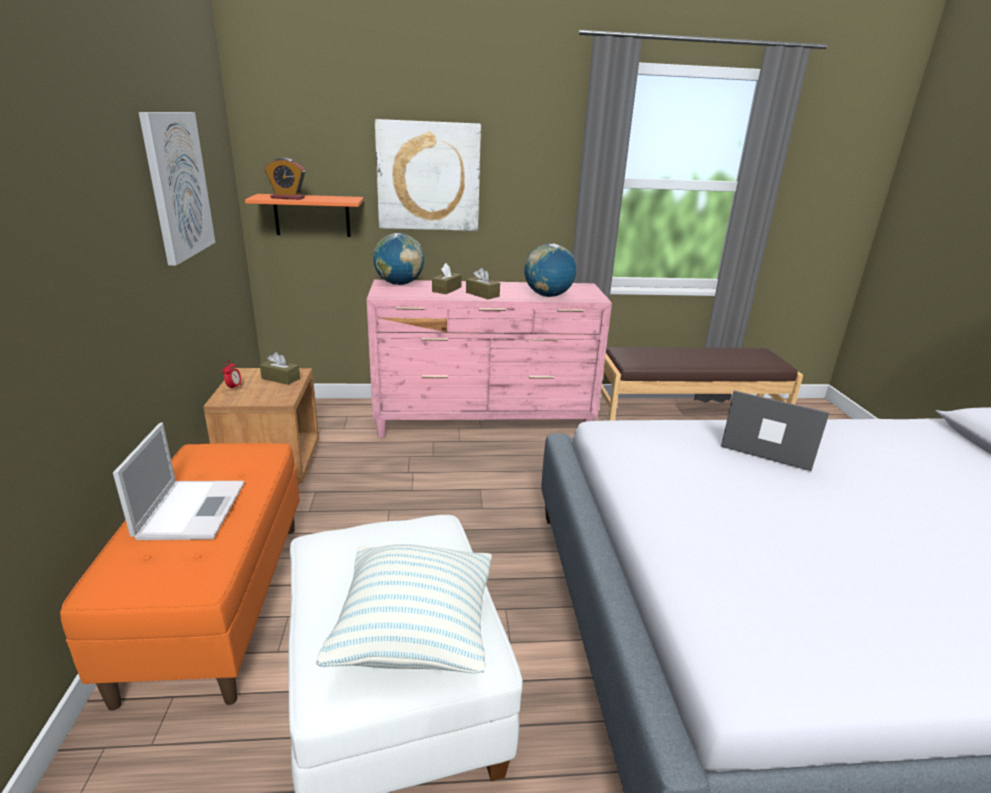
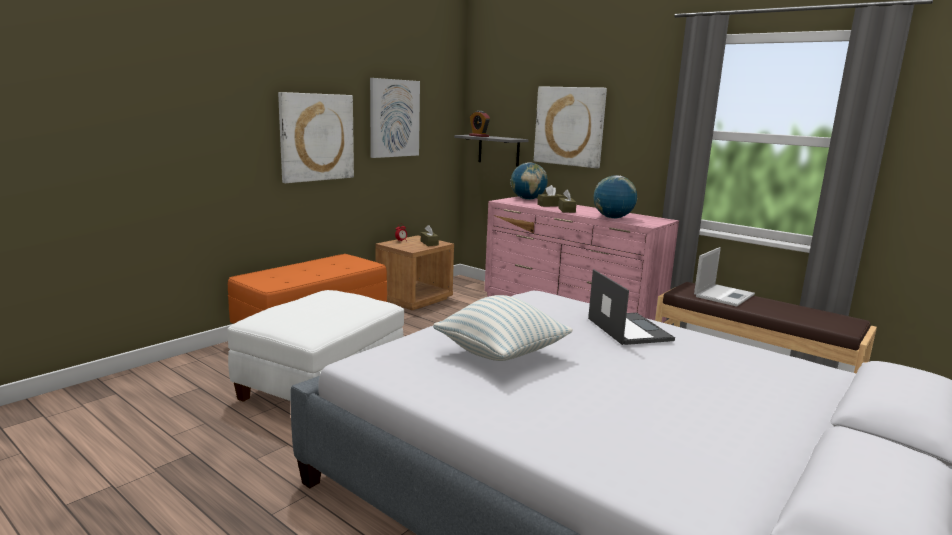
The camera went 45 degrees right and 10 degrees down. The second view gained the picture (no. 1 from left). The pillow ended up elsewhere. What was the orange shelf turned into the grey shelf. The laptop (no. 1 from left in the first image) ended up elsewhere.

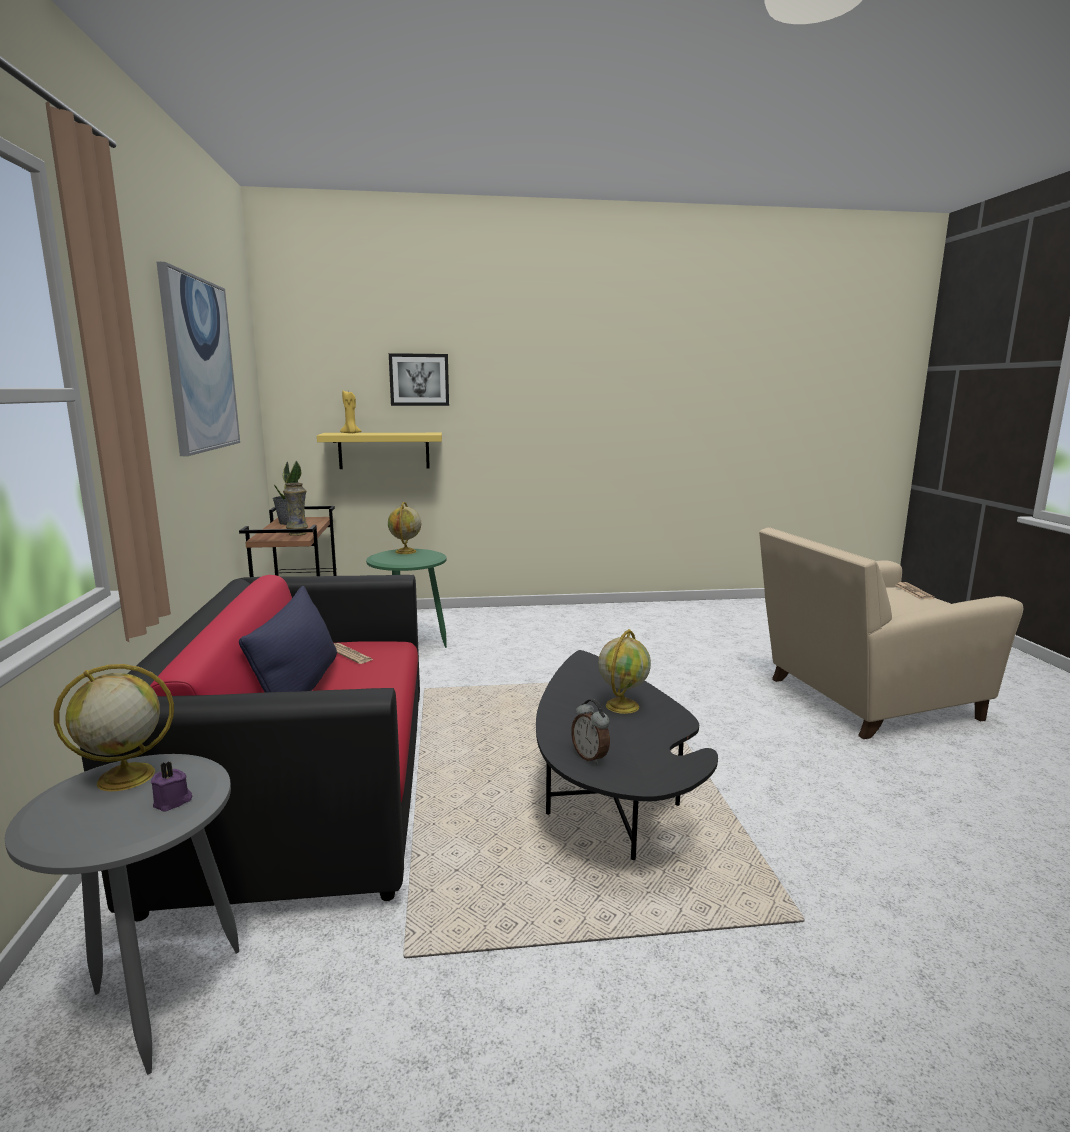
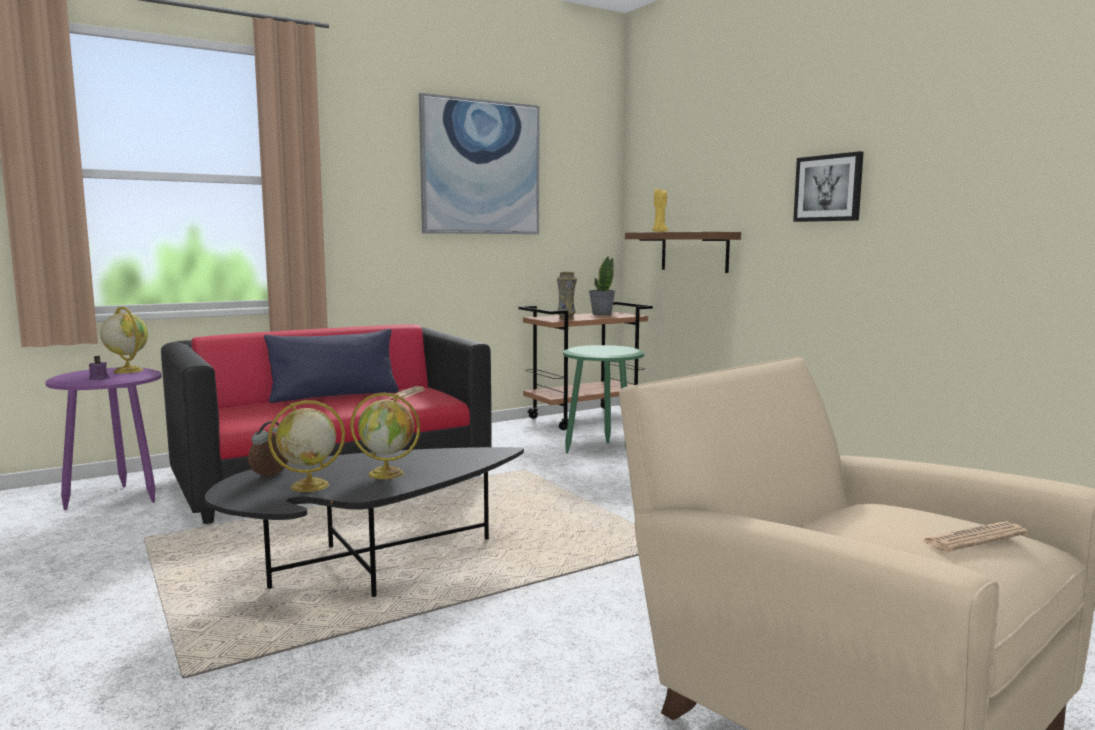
The camera went 65 degrees right and 5 degrees down. What was the grey side table turned into the purple side table. The globe (no. 2 from left) ended up elsewhere. What was the yellow shelf turned into the brown shelf. The picture (no. 2 from left) ended up elsewhere.

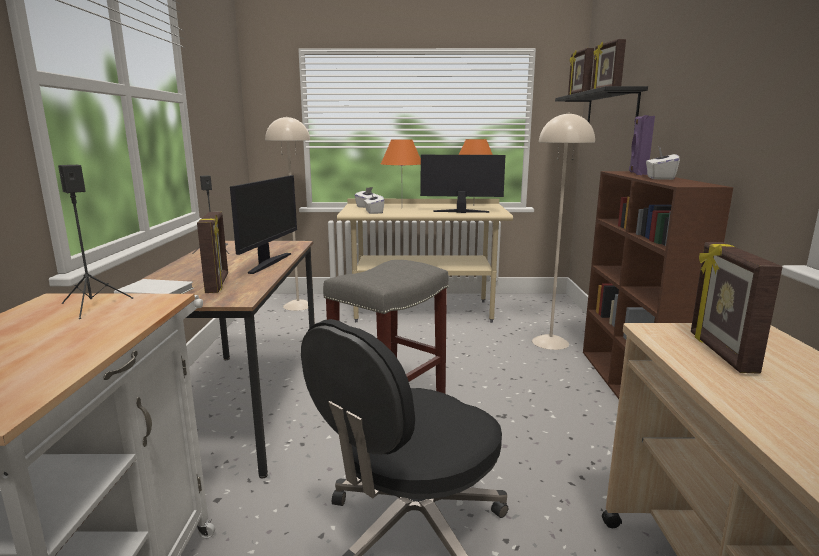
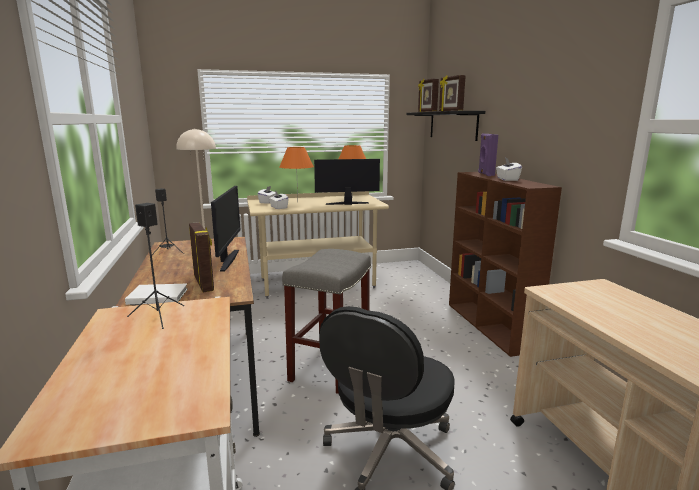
The camera went 15 degrees left and 0 degrees up. The second view lost the beige floor lamp (no. 2 from left). The second view lost the picture frame (no. 4 from left).

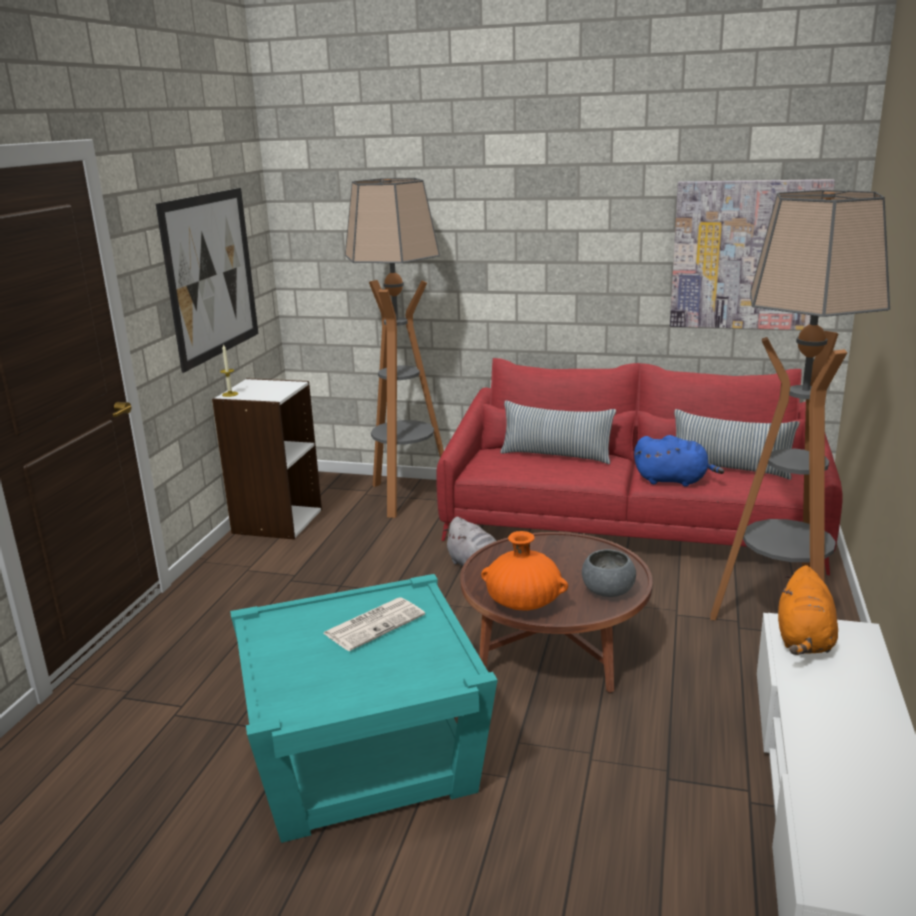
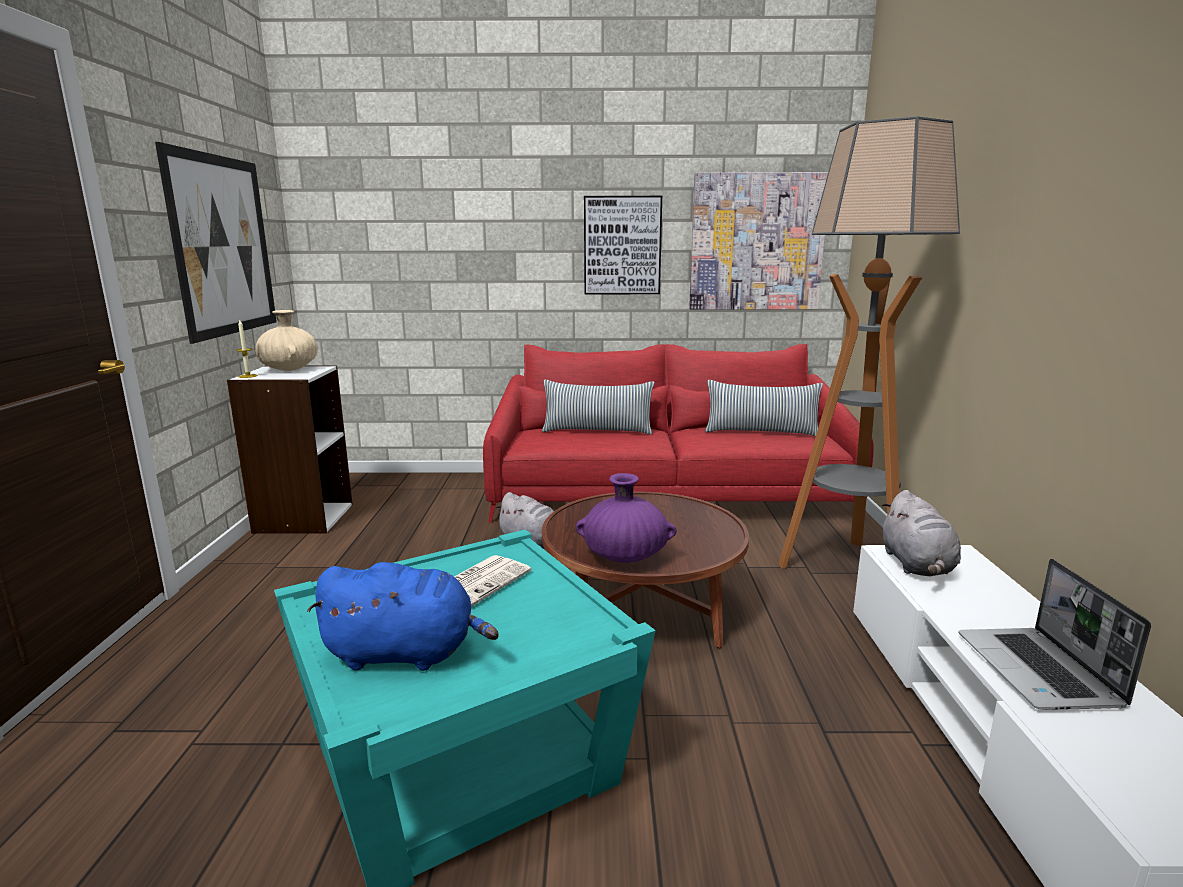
The camera went 15 degrees left and 5 degrees down. The second view gained the beige vase. The blue plush toy ended up elsewhere. What was the orange vase turned into the purple vase. The second view gained the picture (no. 2 from left). What was the orange plush toy turned into the grey plush toy (no. 2 from left). The second view gained the laptop. The second view lost the floor lamp (no. 1 from left). The second view lost the grey bowl.

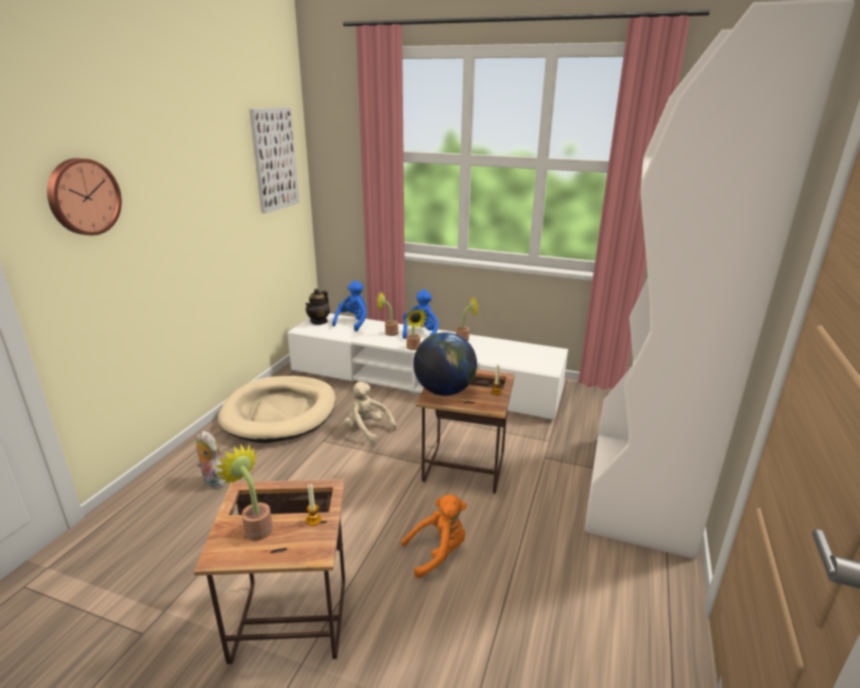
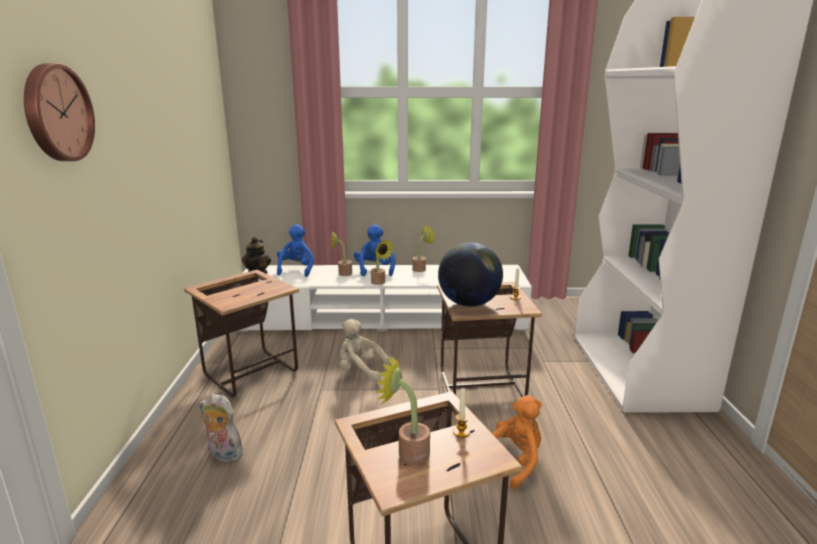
The camera went 20 degrees left and 5 degrees down. Where the beige dog bed stood, the side table (no. 1 from left) came to stand. The second view lost the picture.

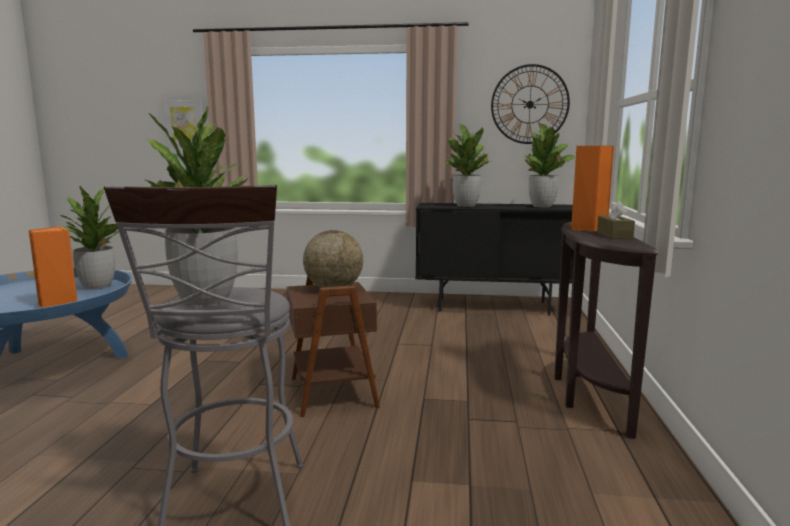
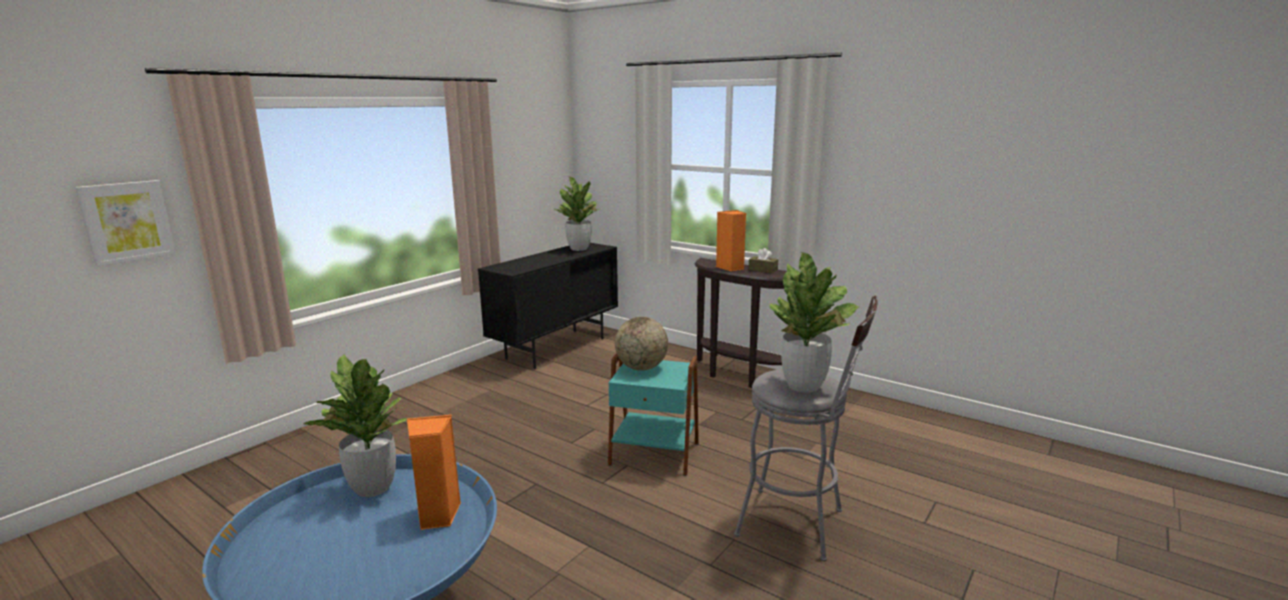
The camera went 60 degrees left and 5 degrees up. What was the brown side table turned into the turquoise side table. The second view lost the potted plant (no. 3 from left). The second view lost the wall clock.

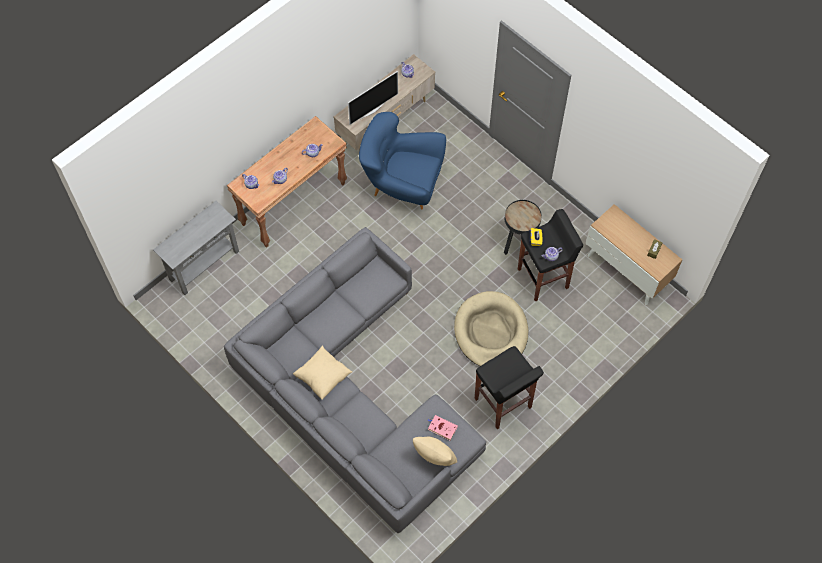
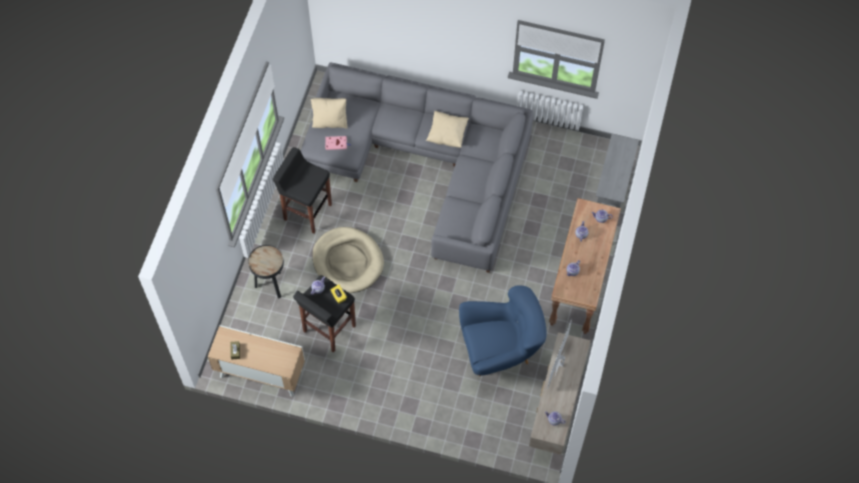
The camera went 150 degrees right and 0 degrees up. The black side table ended up elsewhere.

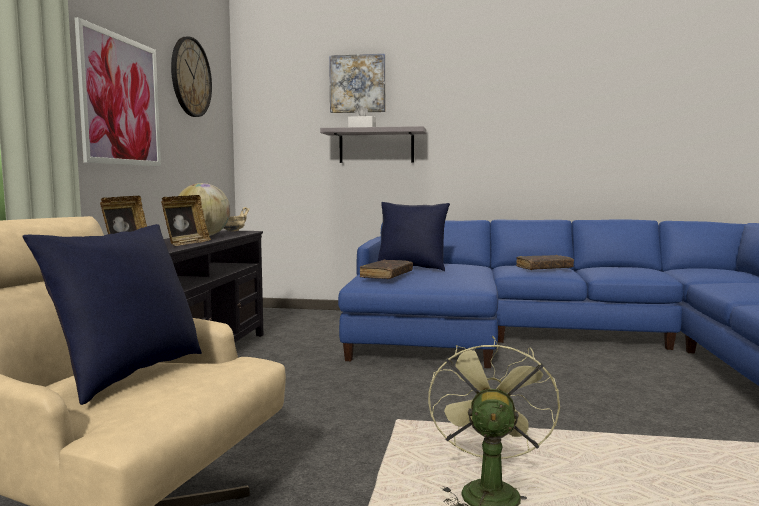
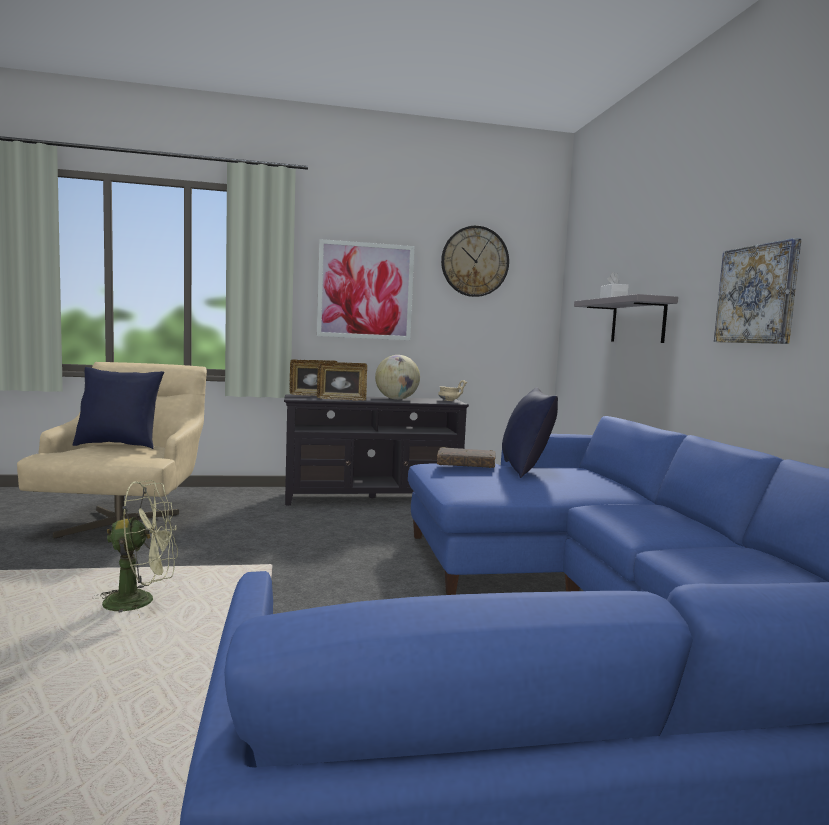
The camera went 70 degrees right and 0 degrees up. The picture (no. 2 from left) ended up elsewhere. The second view lost the brown book (no. 2 from left).

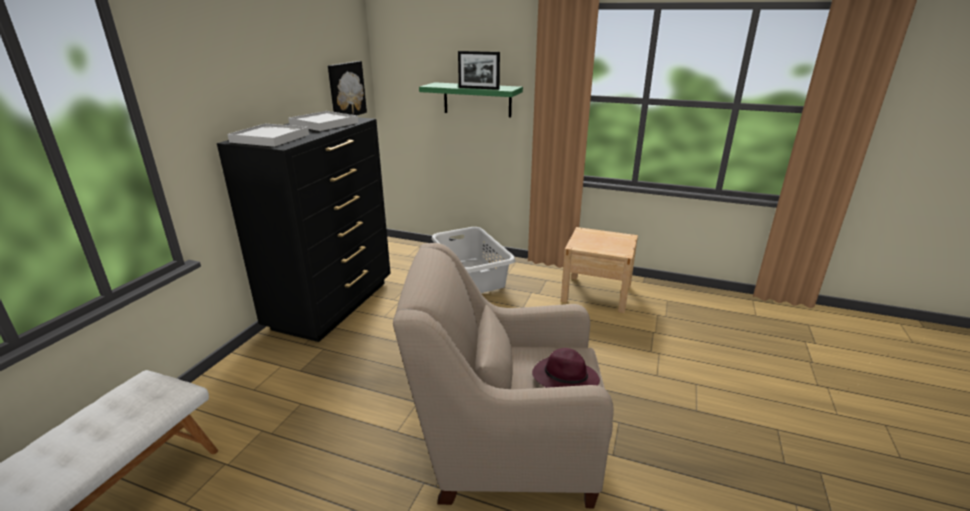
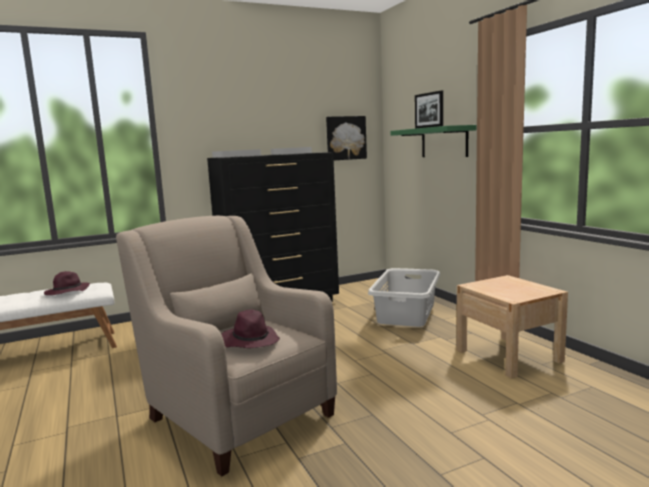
The camera went 45 degrees right and 15 degrees down. The second view gained the purple hat (no. 1 from left).

